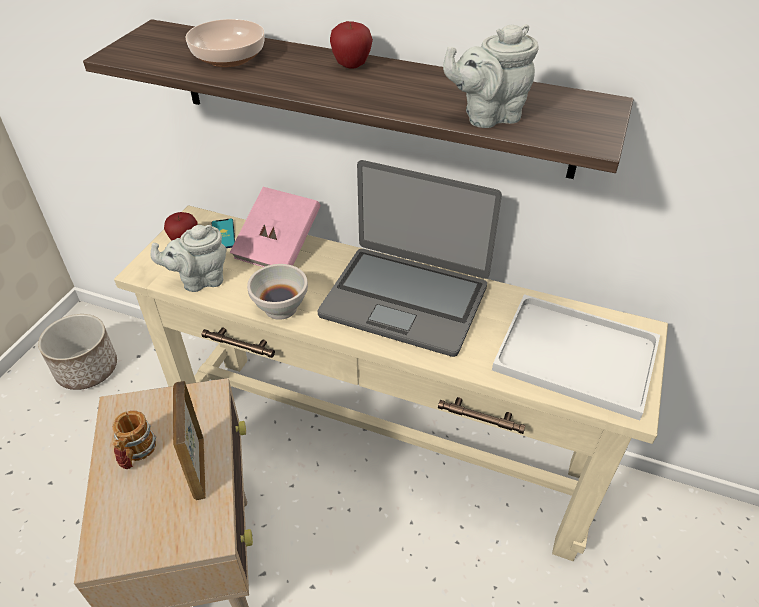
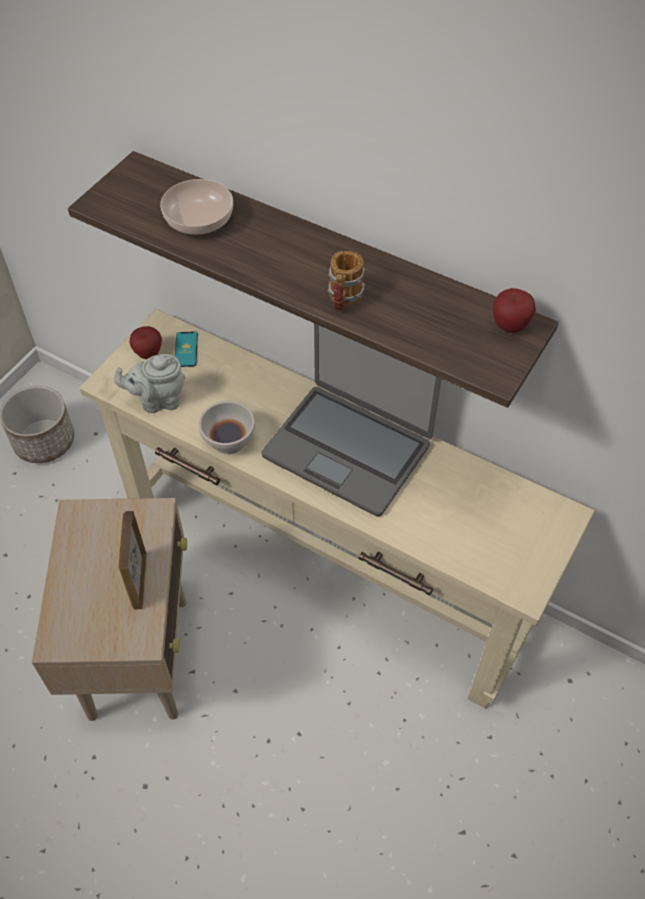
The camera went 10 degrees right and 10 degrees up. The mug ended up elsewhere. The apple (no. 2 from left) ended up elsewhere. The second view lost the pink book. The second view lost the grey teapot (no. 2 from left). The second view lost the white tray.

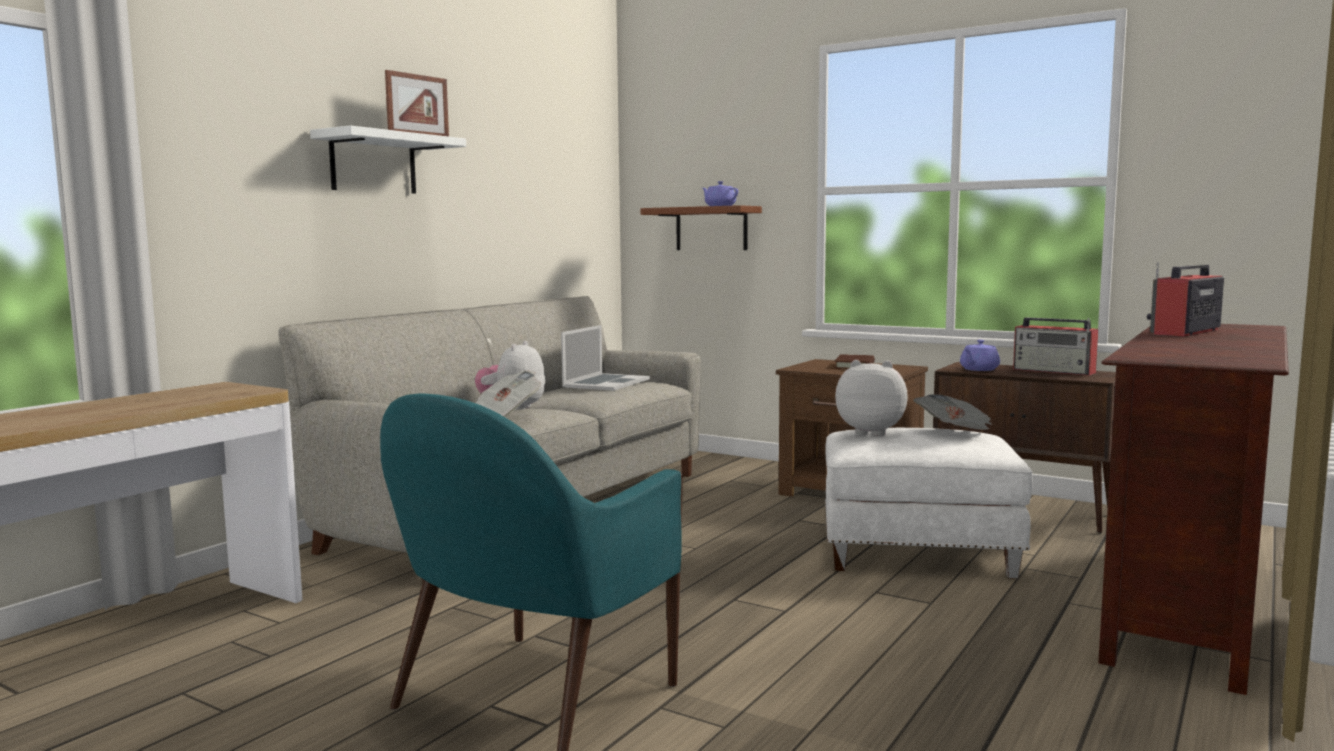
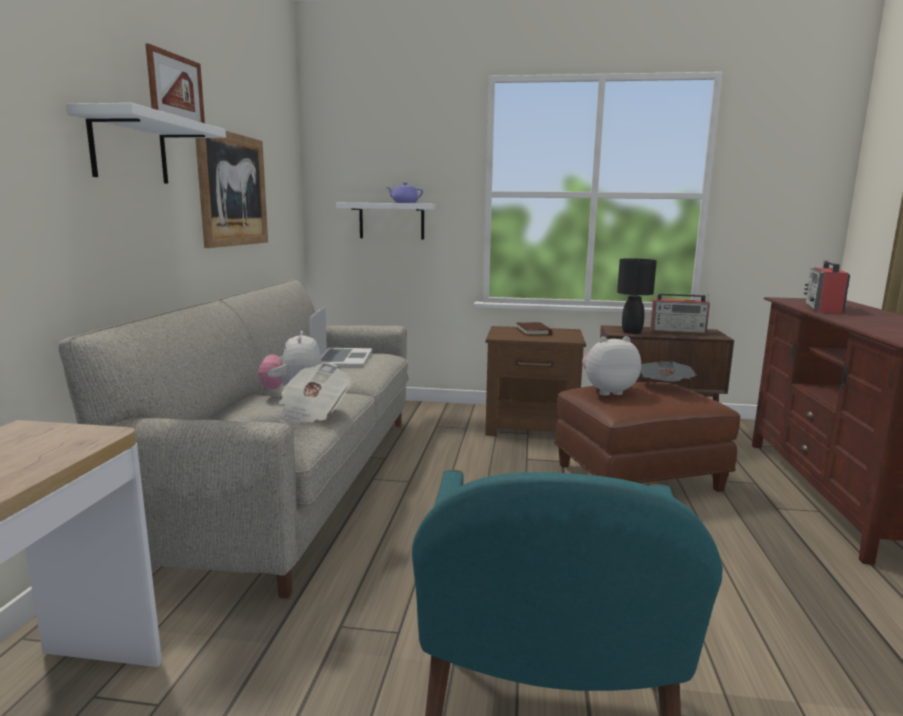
The camera went 25 degrees left and 5 degrees up. The second view gained the picture. What was the brown shelf turned into the white shelf (no. 2 from left). What was the white ottoman turned into the brown ottoman. Where the purple teapot (no. 2 from left) stood, the black table lamp came to stand.

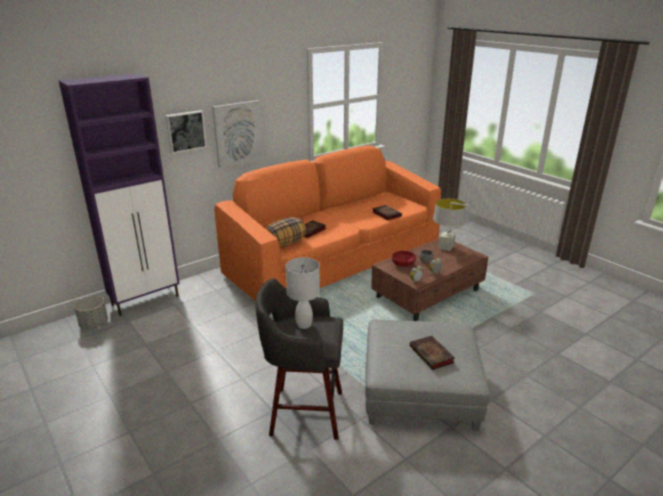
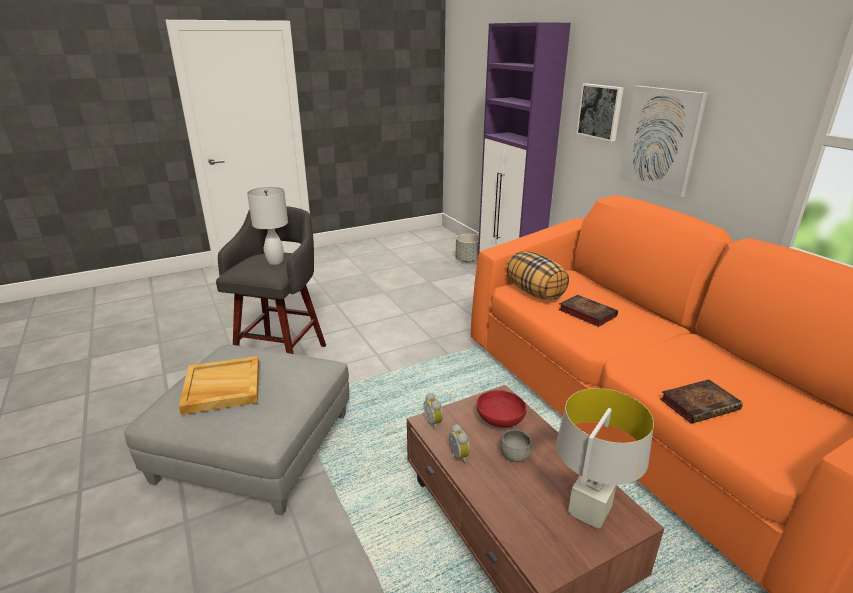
The camera went 100 degrees right and 0 degrees up. Where the book (no. 3 from left) stood, the beige tray came to stand.

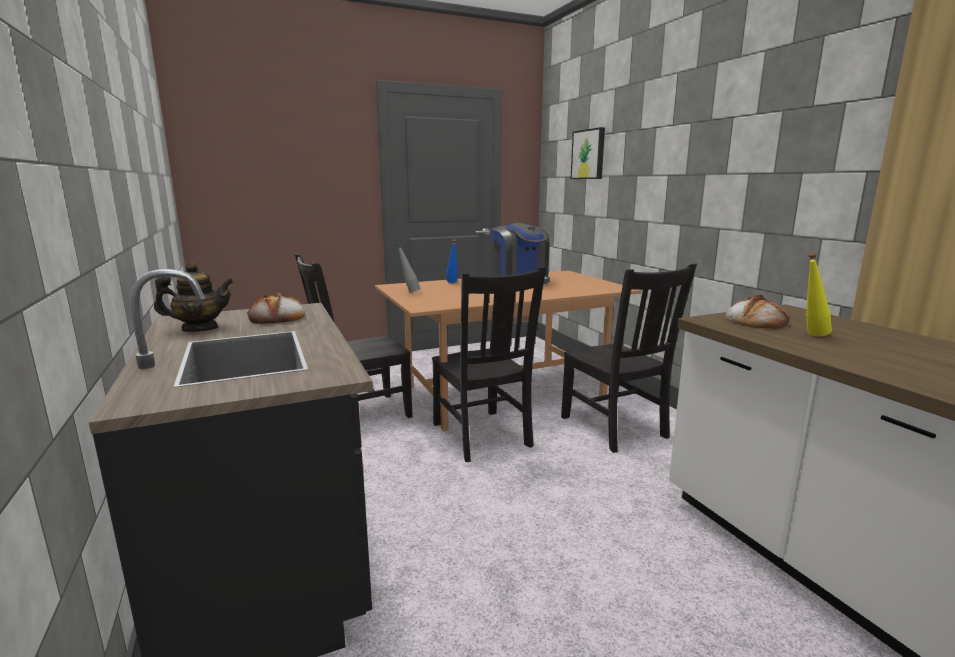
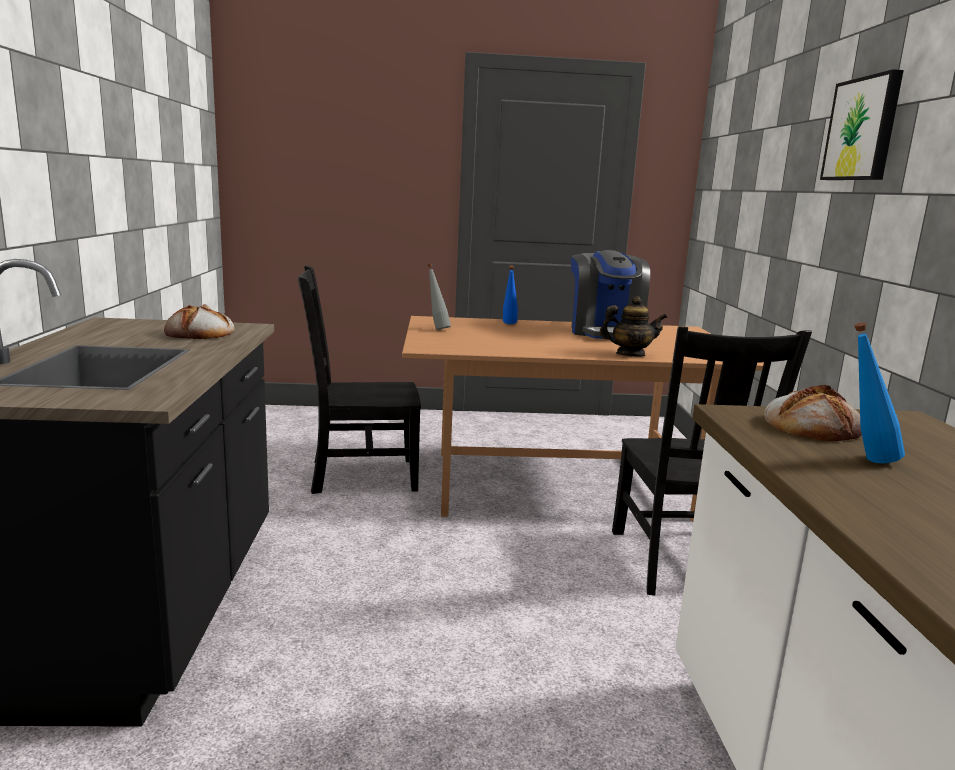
The camera went 20 degrees right and 0 degrees up. The teapot ended up elsewhere. The picture ended up elsewhere. What was the yellow bottle turned into the blue bottle (no. 2 from left). The second view lost the black chair (no. 2 from left).

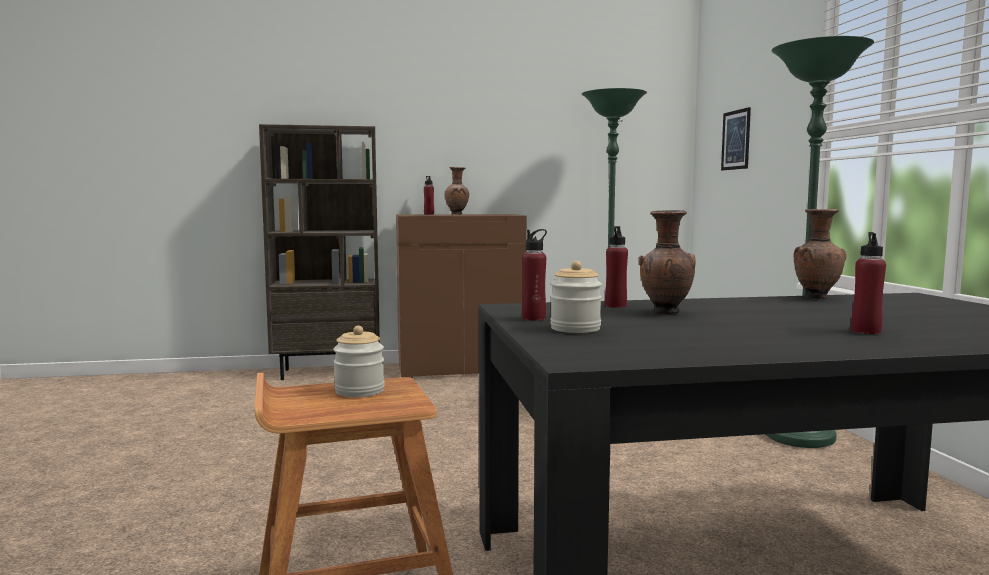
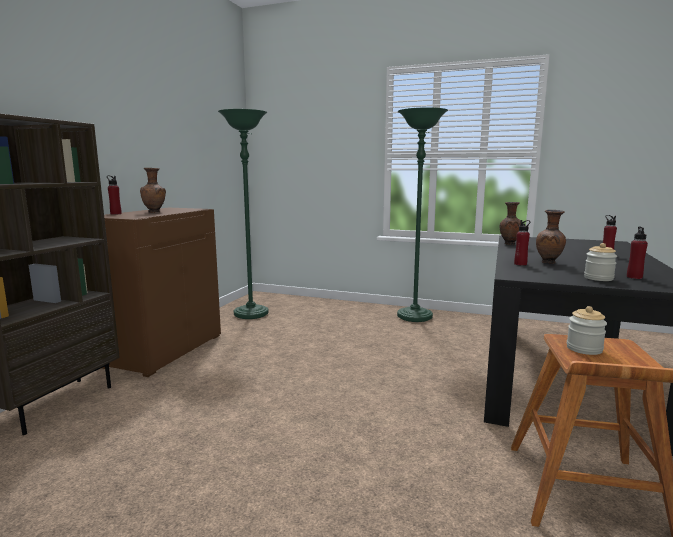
The camera went 60 degrees left and 5 degrees up. The red bottle (no. 2 from left in the first image) ended up elsewhere. The second view lost the picture.

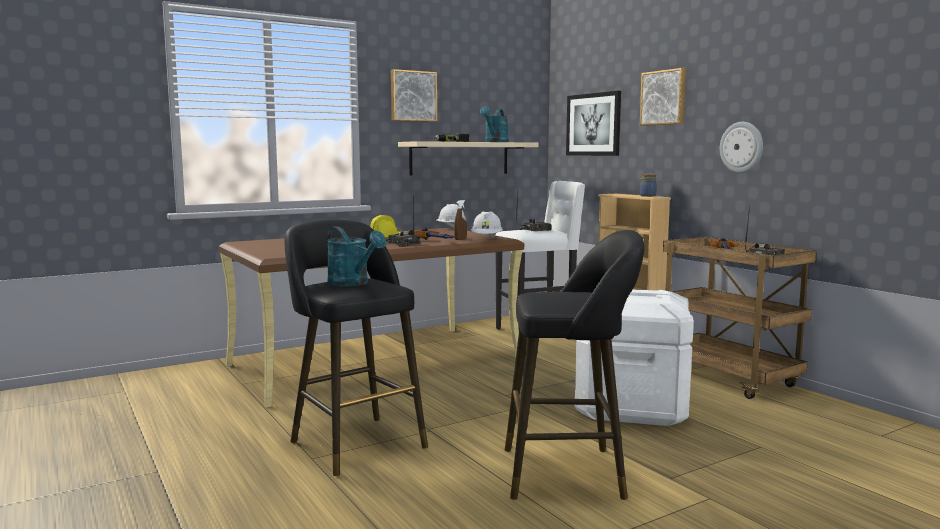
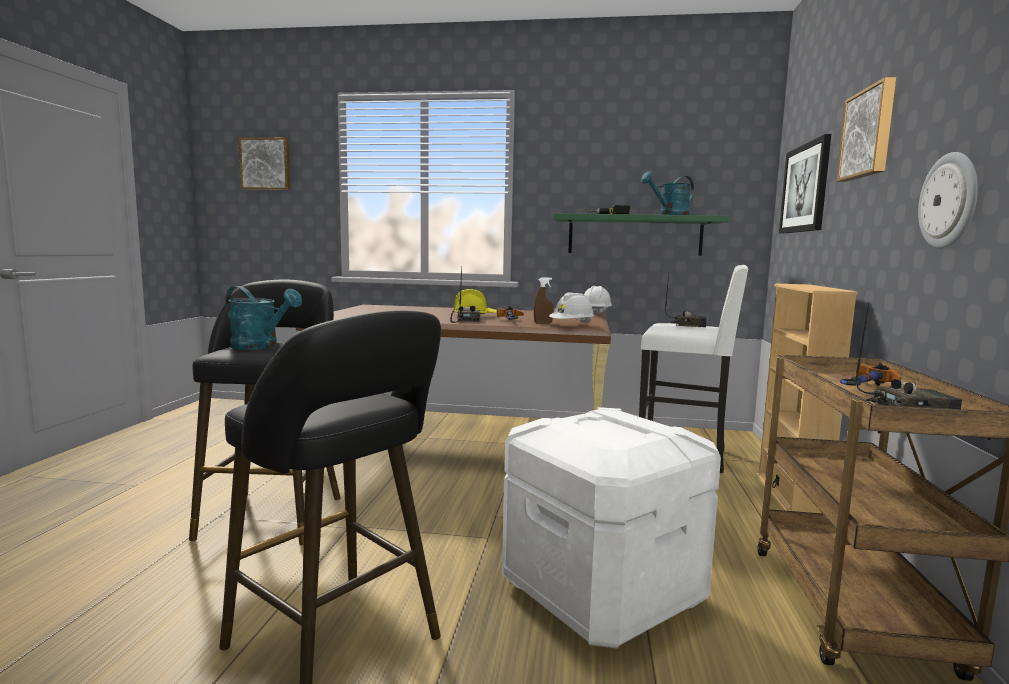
The camera went 40 degrees right and 0 degrees up. The turquoise watering can (no. 1 from left) ended up facing another way, 60 degrees counterclockwise from before. The picture (no. 1 from left) ended up elsewhere. What was the beige shelf turned into the green shelf. The second view lost the jar.

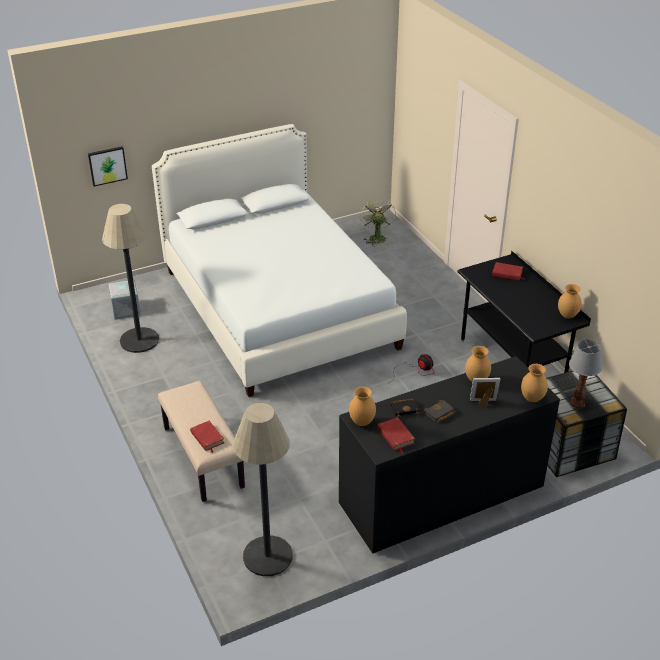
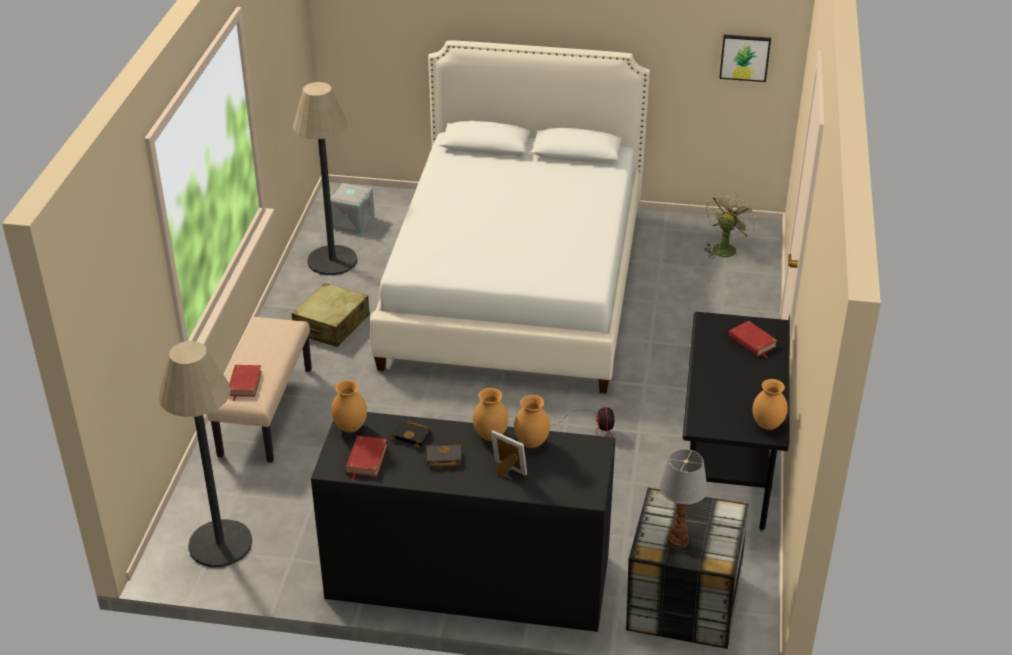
The camera went 35 degrees right and 0 degrees up. The second view gained the beige suitcase. The brown vase (no. 3 from left in the first image) ended up elsewhere. The picture ended up elsewhere.

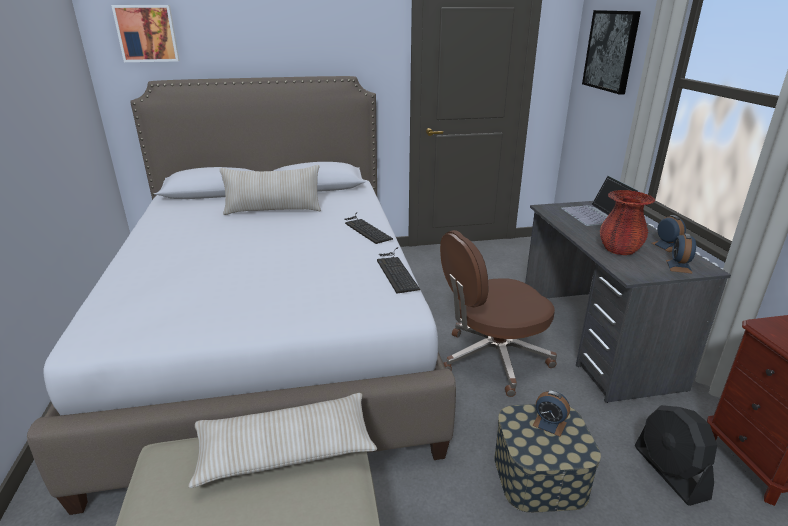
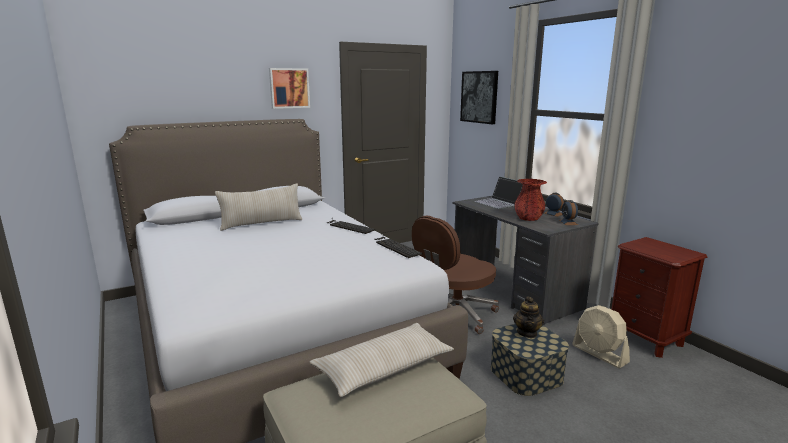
The camera went 20 degrees left and 10 degrees down. The picture (no. 1 from left) ended up elsewhere. Where the alarm clock (no. 1 from left) stood, the teapot came to stand. What was the black fan turned into the beige fan.

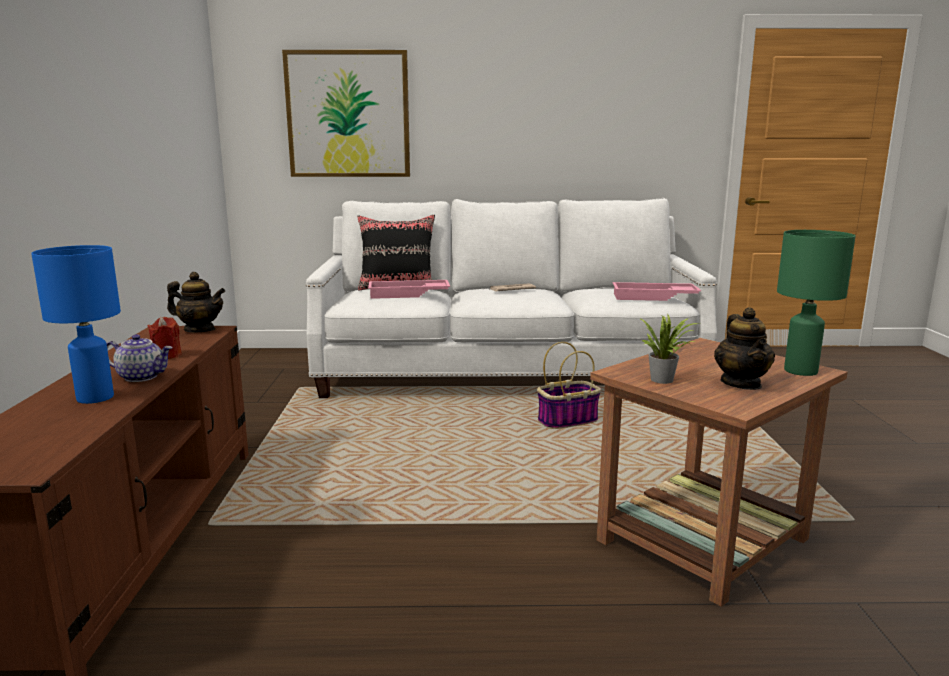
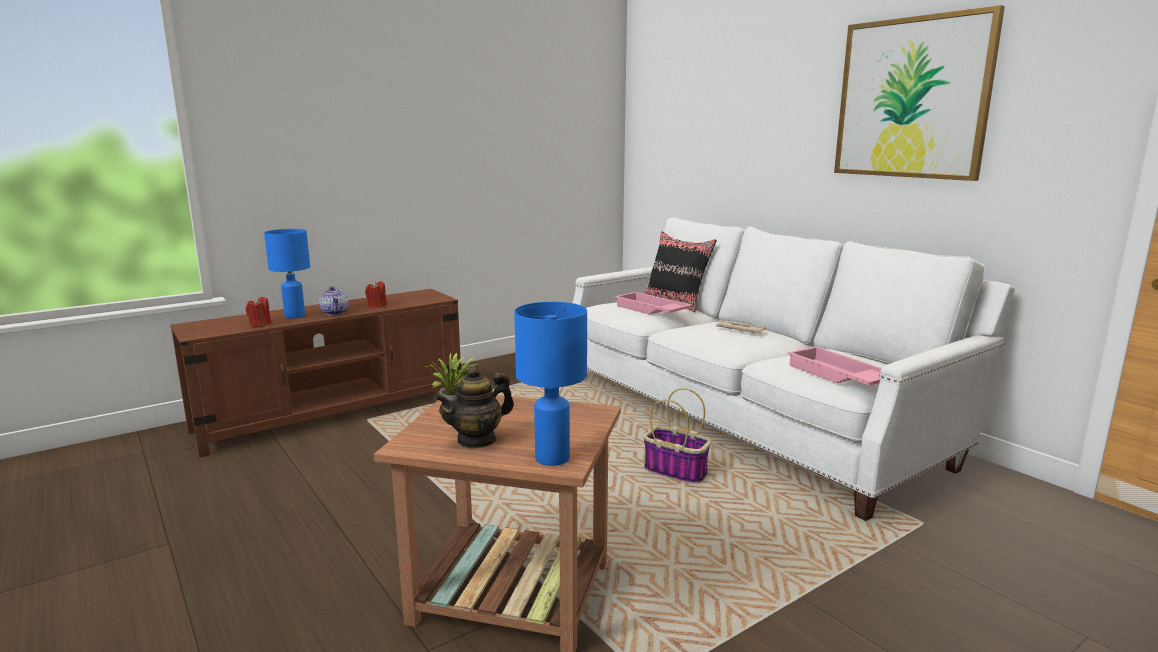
The camera went 55 degrees right and 0 degrees up. The second view gained the red candle (no. 1 from left). What was the green table lamp turned into the blue table lamp (no. 2 from left). The picture ended up elsewhere. The second view lost the teapot (no. 2 from left).

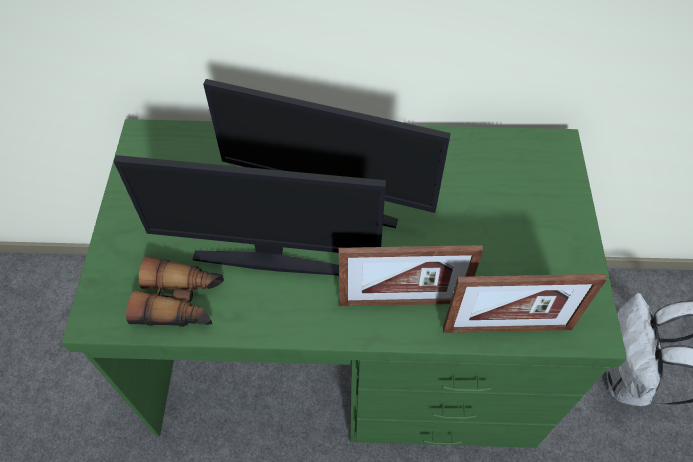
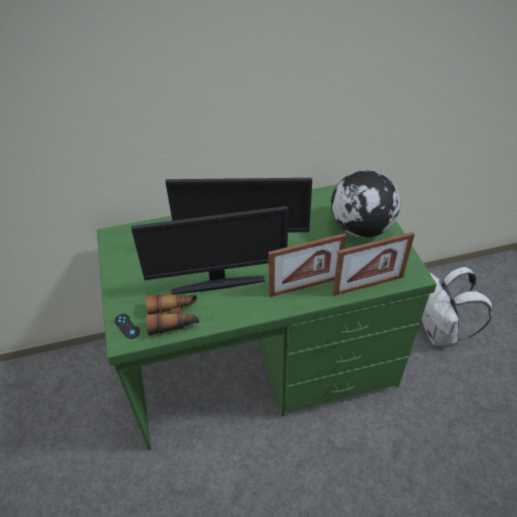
The camera went 15 degrees left and 10 degrees down. The second view gained the black game controller. The second view gained the globe.

